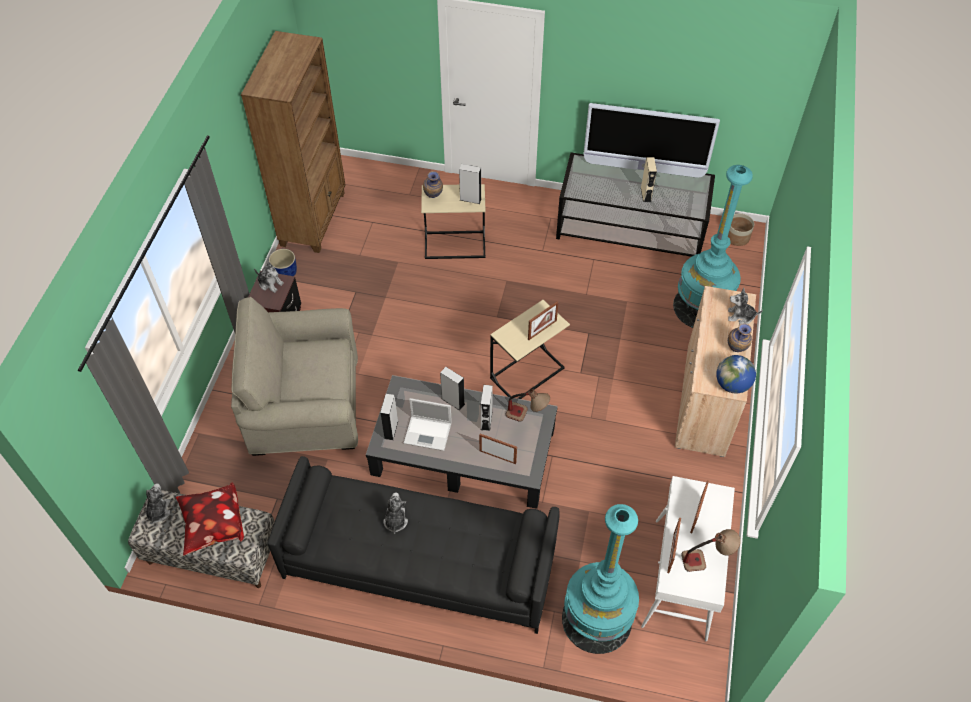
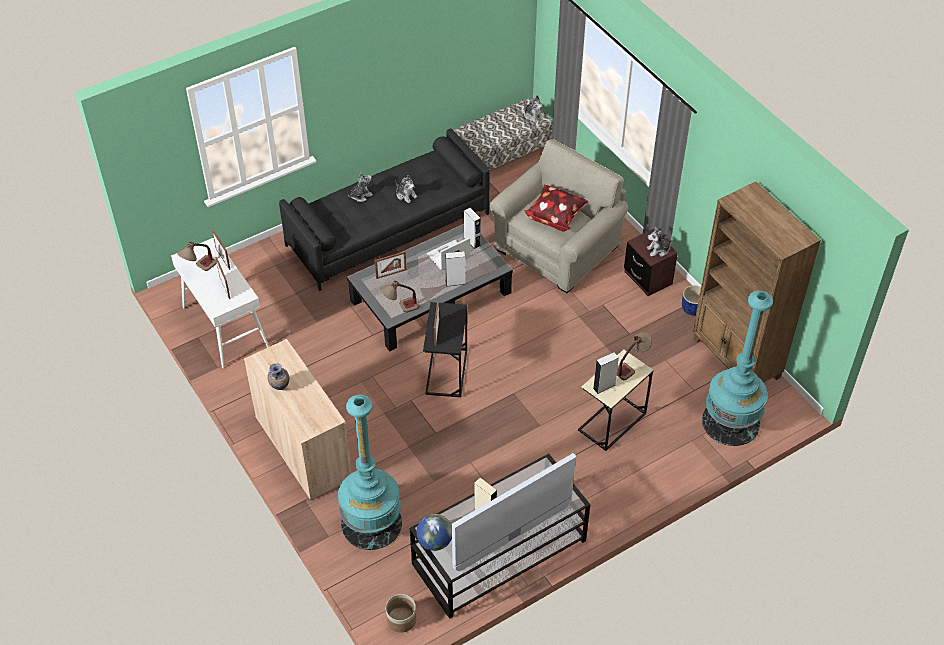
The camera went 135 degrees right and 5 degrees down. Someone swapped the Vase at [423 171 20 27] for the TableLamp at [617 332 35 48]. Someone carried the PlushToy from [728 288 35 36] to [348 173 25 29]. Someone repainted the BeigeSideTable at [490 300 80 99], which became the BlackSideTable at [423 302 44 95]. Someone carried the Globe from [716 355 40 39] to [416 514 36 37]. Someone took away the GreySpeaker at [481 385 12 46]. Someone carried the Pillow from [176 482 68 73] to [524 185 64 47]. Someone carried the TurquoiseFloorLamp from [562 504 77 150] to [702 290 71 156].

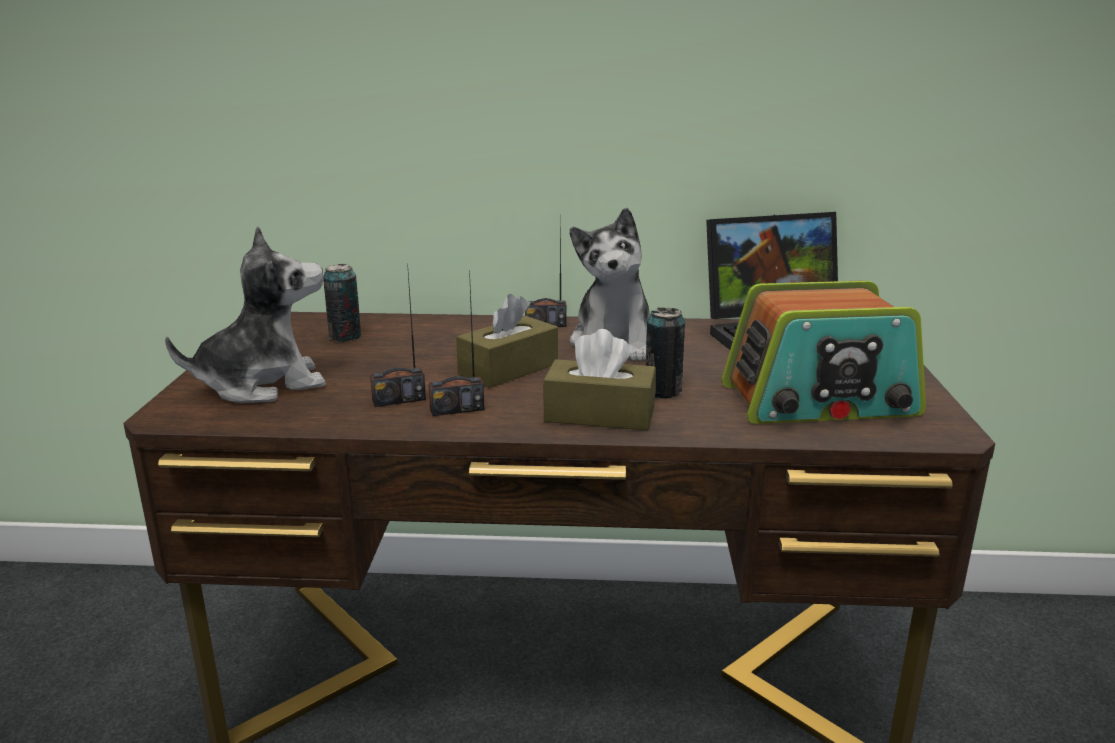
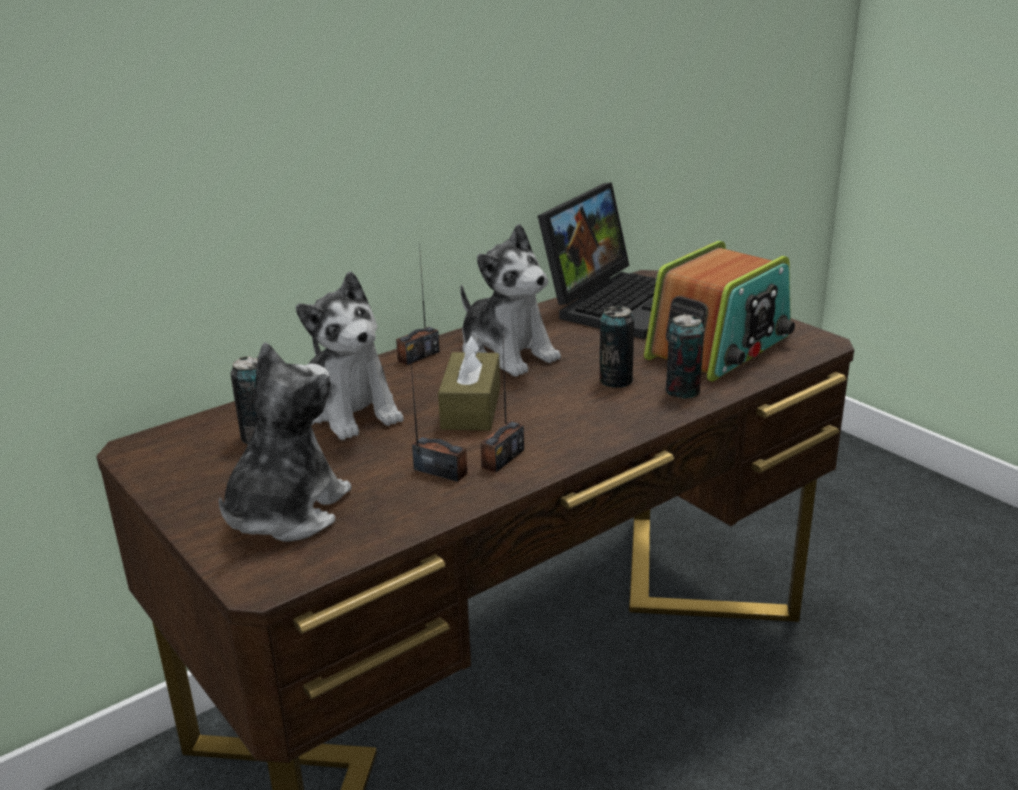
The camera went 40 degrees left and 5 degrees up. Someone rotated the Radio at [370 264 56 143] by 90 degrees counterclockwise. Someone took away the BrownTissueBox at [543 329 113 101]. Someone put down the PlushToy at [296 271 108 169]. Someone put down the Can at [665 314 39 85].

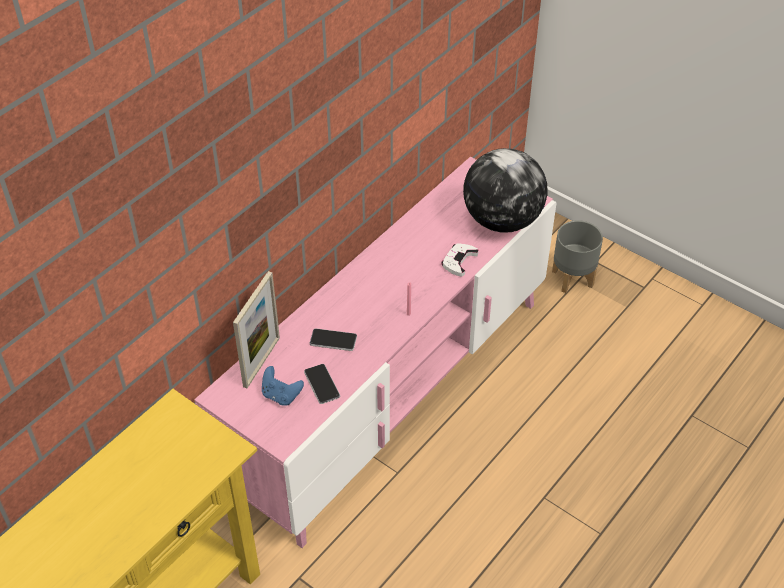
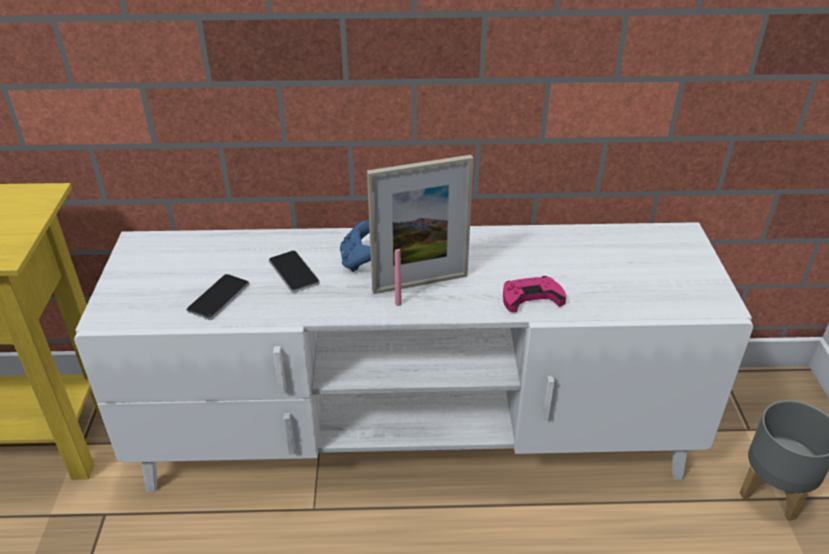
The camera went 50 degrees right and 10 degrees down. Someone took away the Globe at [463 148 84 85]. Someone repainted the PinkTvStand at [194 157 363 391], which became the WhiteTvStand at [74 222 679 270]. Someone repainted the WhiteGameController at [441 244 38 32], which became the PinkGameController at [503 276 63 36]. Someone carried the PictureFrame from [233 271 47 117] to [367 155 106 139]. Someone carried the BlueGameController from [262 366 42 40] to [340 220 31 52].

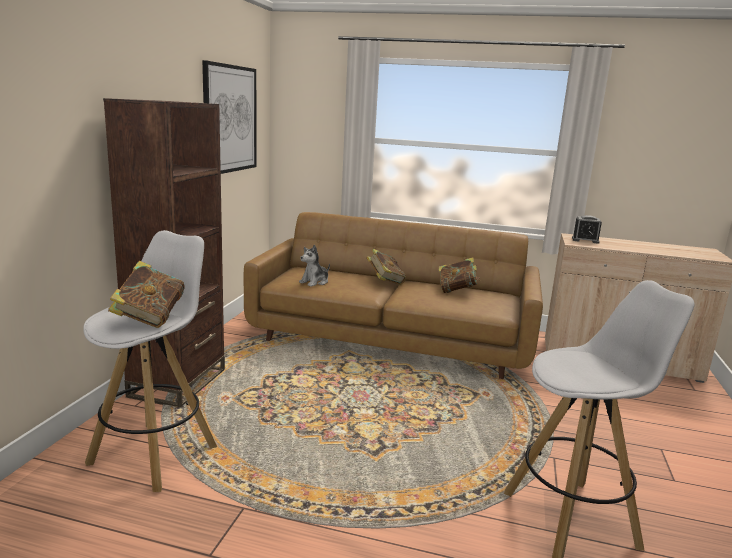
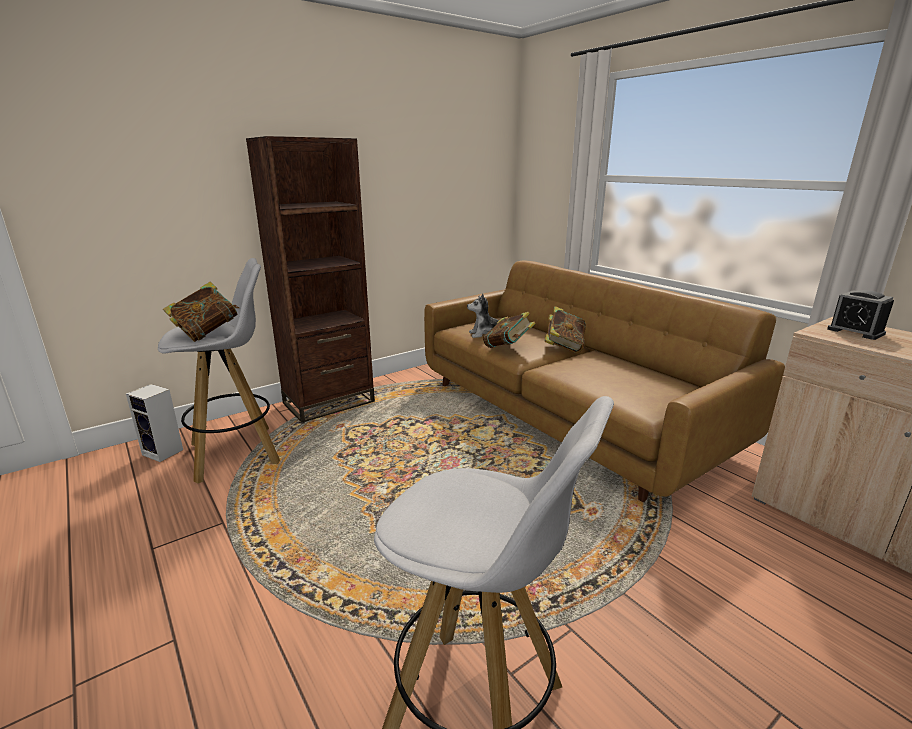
The camera went 40 degrees right and 5 degrees up. Someone took away the Picture at [202 60 54 114]. Someone carried the Book from [439 257 41 36] to [483 312 53 36]. Someone put down the Speaker at [126 384 57 78].

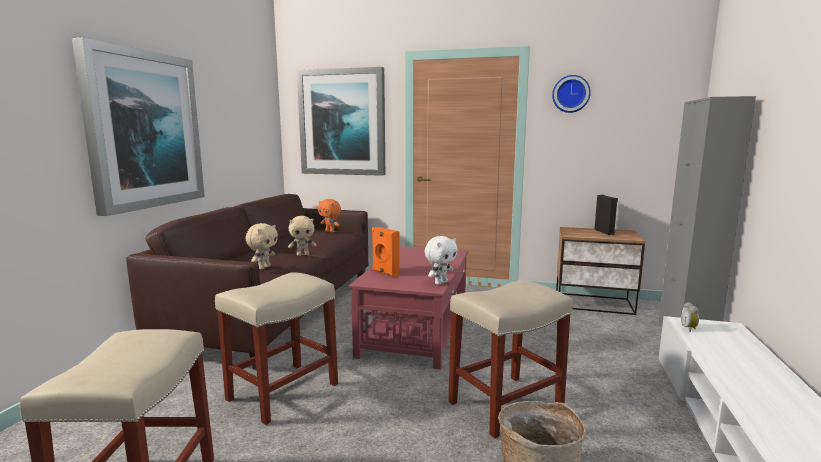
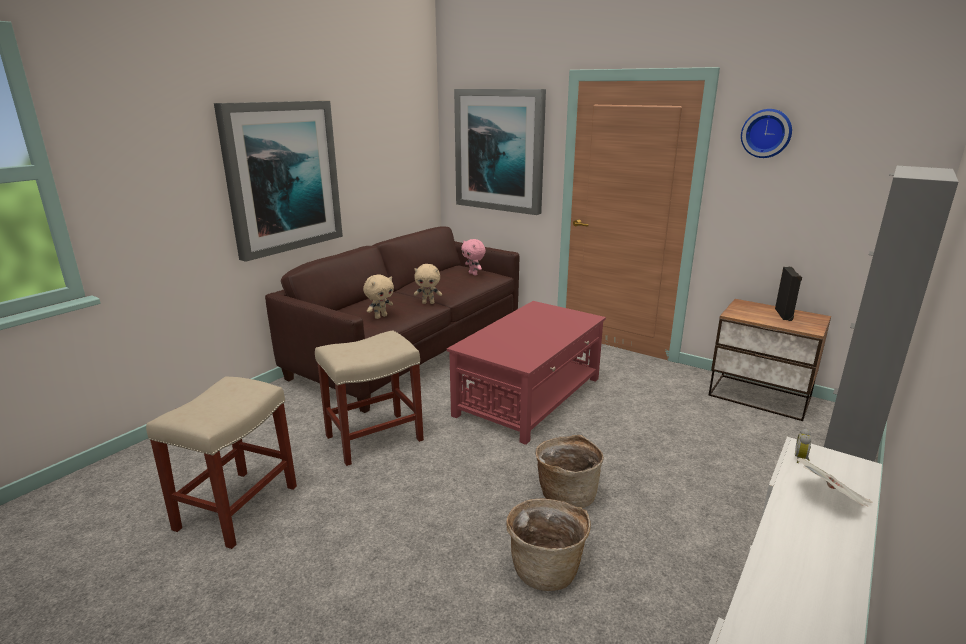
The camera went 20 degrees right and 10 degrees up. Someone repainted the OrangePlushToy at [318 199 23 34], which became the PinkPlushToy at [461 239 25 37]. Someone took away the OrangeSpeaker at [372 227 28 50]. Someone took away the WhitePlushToy at [425 236 33 49]. Someone swapped the BeigeStool at [448 280 125 158] for the Basket at [536 435 68 73]. Someone put down the Newspaper at [797 458 75 49].

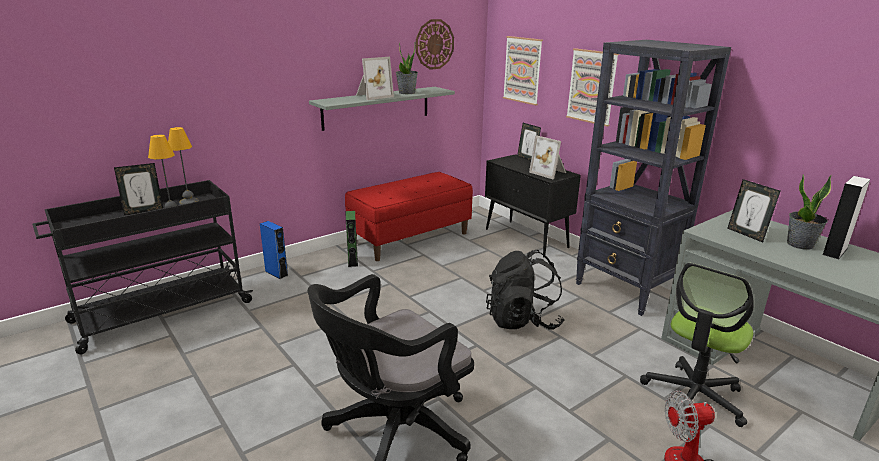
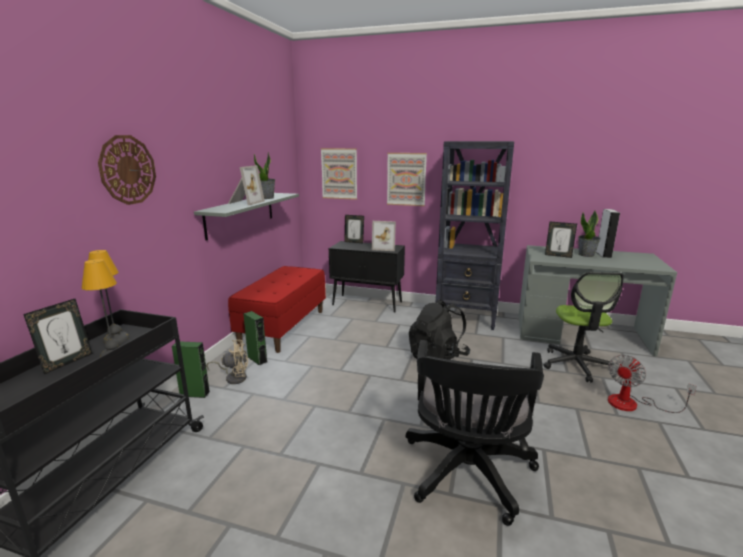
The camera went 35 degrees left and 5 degrees down. Someone carried the WallClock from [416 19 38 51] to [98 135 58 70]. Someone repainted the BlueSpeaker at [260 221 28 58], which became the GreenSpeaker at [172 342 38 56]. Someone put down the BeigeFan at [206 339 42 45].

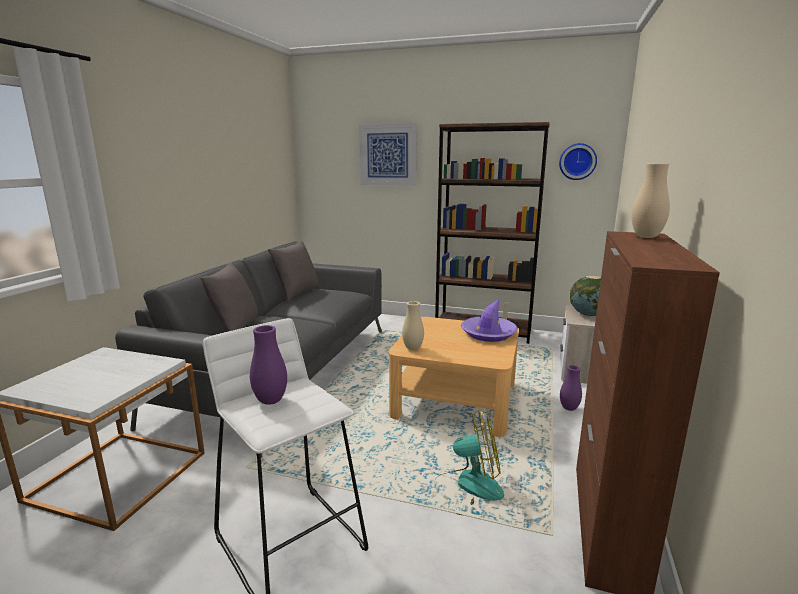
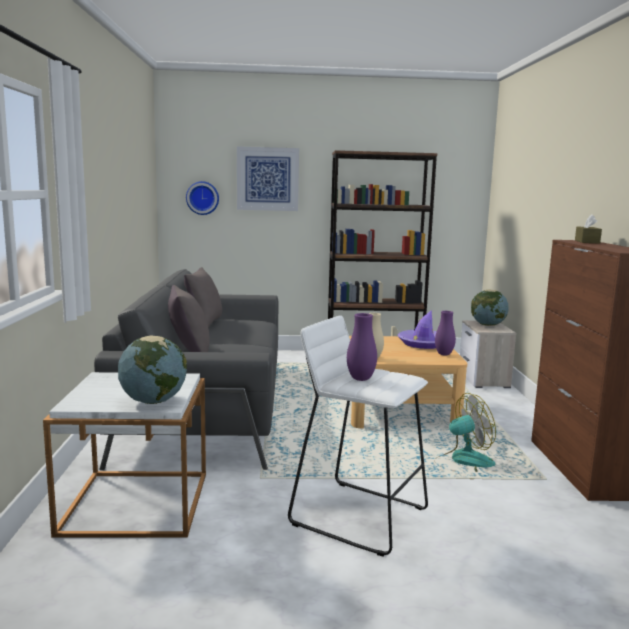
The camera went 20 degrees left and 5 degrees down. Someone carried the WallClock from [559 143 38 37] to [186 181 33 34]. Someone swapped the BeigeVase at [632 163 38 75] for the BrownTissueBox at [575 214 27 30]. Someone carried the PurpleVase from [560 365 22 46] to [435 311 21 45]. Someone put down the Globe at [118 336 69 68].

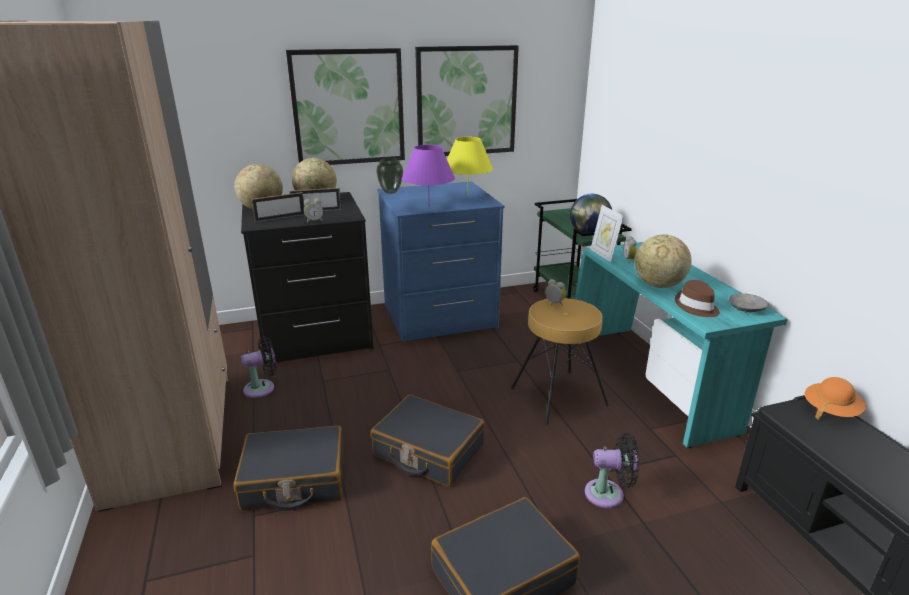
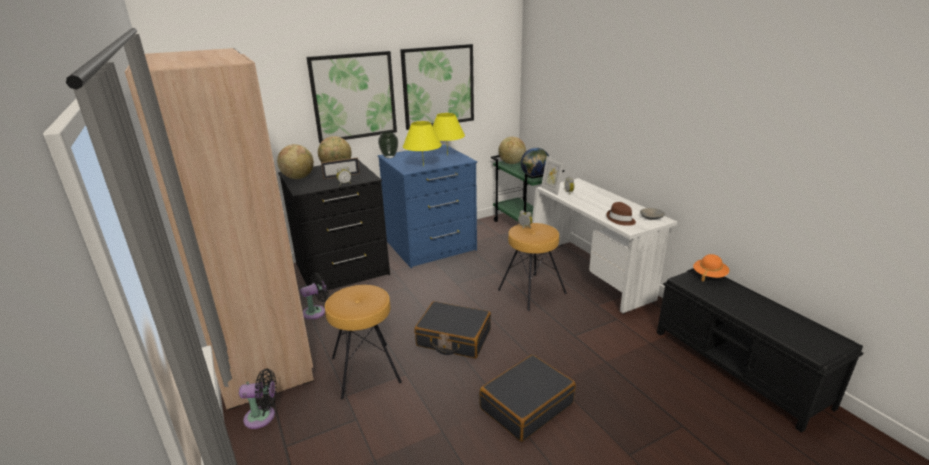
The camera went 10 degrees left and 0 degrees up. Someone repainted the PurpleTableLamp at [402 145 53 57], which became the YellowTableLamp at [403 121 39 45]. Someone took away the PictureFrame at [251 192 54 30]. Someone carried the Globe from [635 234 57 54] to [498 137 28 27]. Someone repainted the TurquoiseDesk at [575 242 213 206], which became the WhiteDesk at [532 178 145 136]. Someone swapped the BlackSuitcase at [234 425 110 86] for the BrownStool at [325 285 77 114]. Someone carried the BlackFan from [585 433 54 75] to [239 369 38 60].

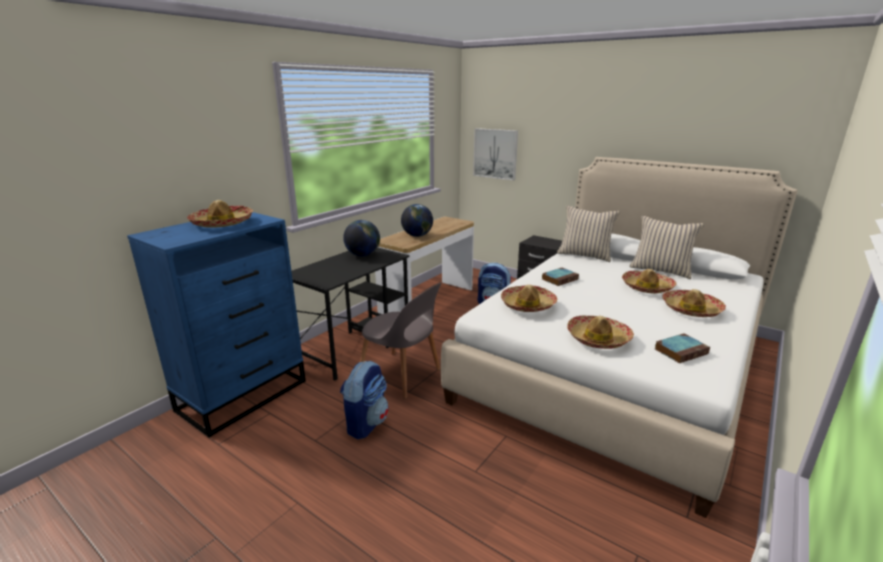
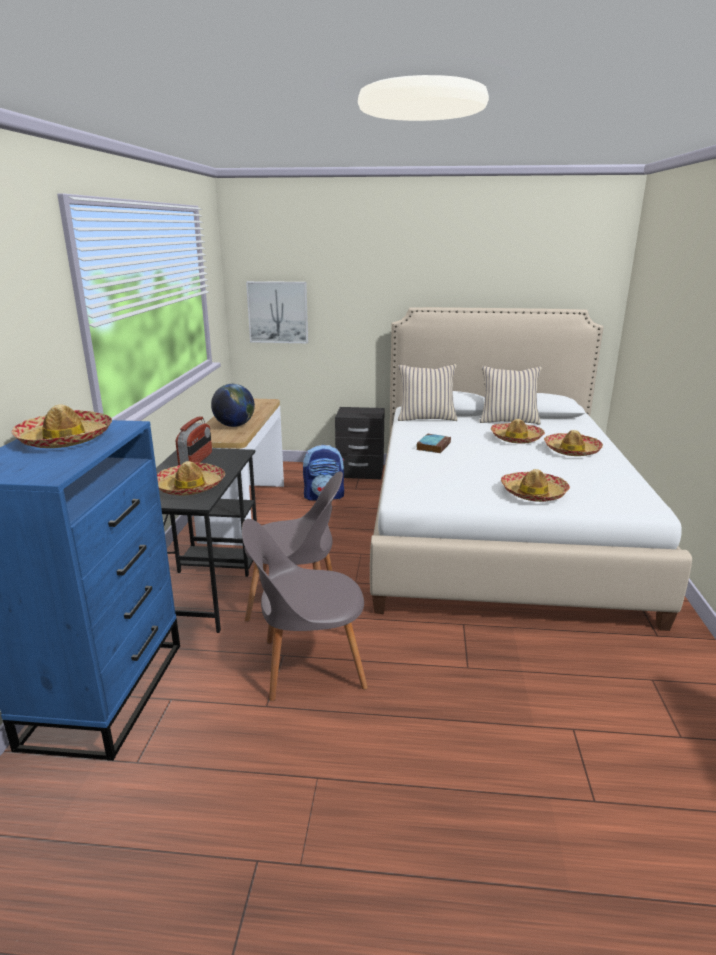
The camera went 30 degrees left and 0 degrees up. Someone swapped the Globe at [343 220 37 37] for the Radio at [176 416 36 49]. Someone carried the Hat from [501 285 56 27] to [157 461 68 35]. Someone took away the Book at [655 333 55 30]. Someone swapped the Backpack at [340 361 49 78] for the GreyChair at [242 519 126 182].

